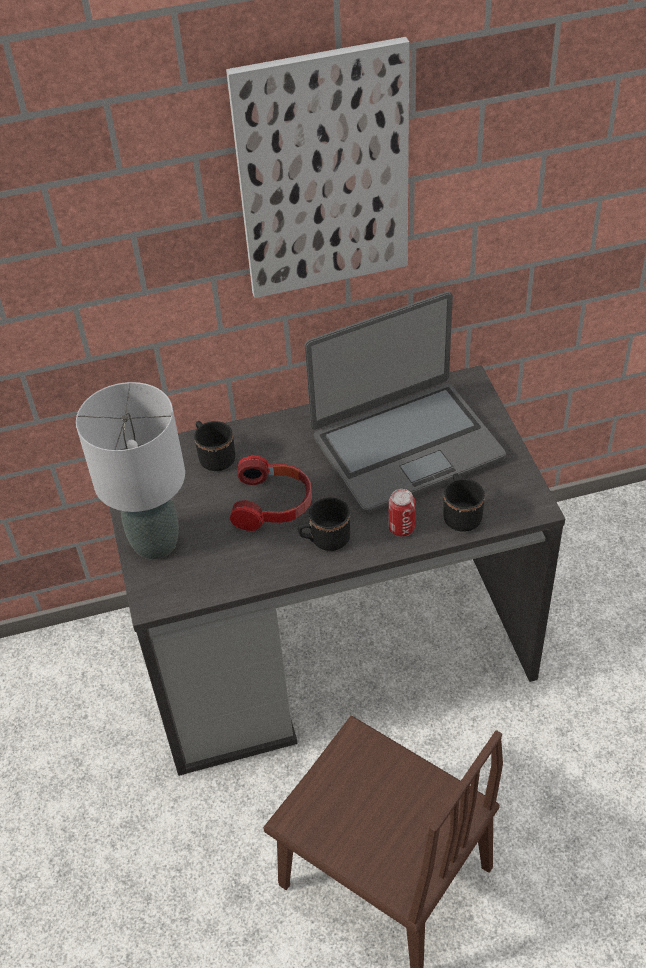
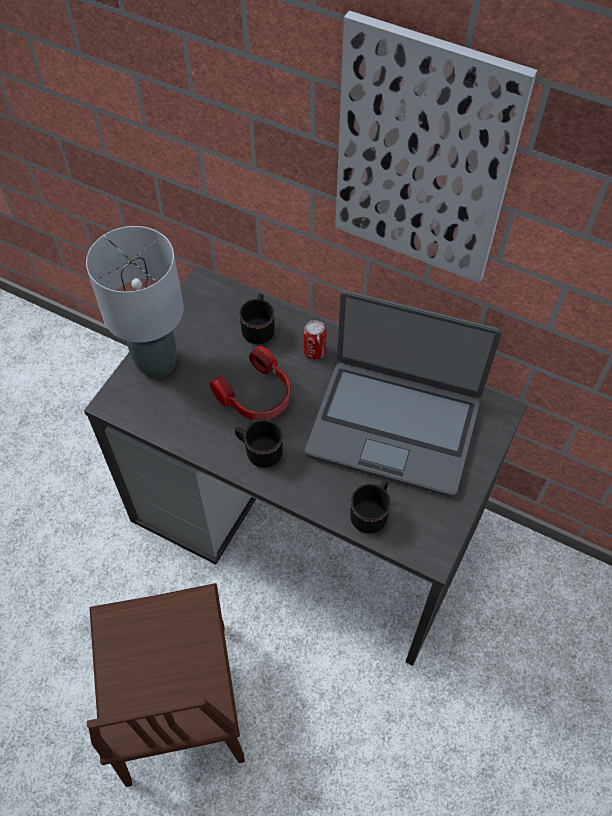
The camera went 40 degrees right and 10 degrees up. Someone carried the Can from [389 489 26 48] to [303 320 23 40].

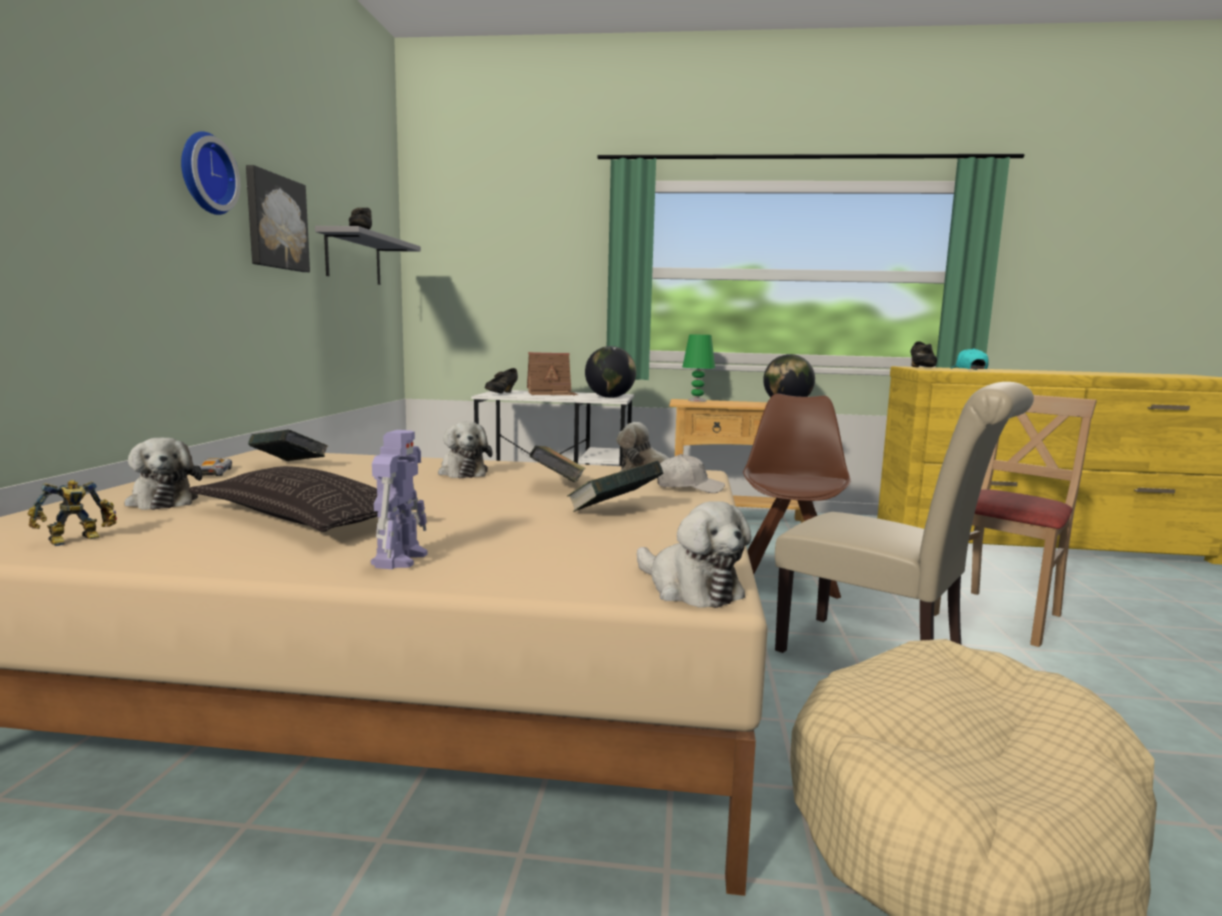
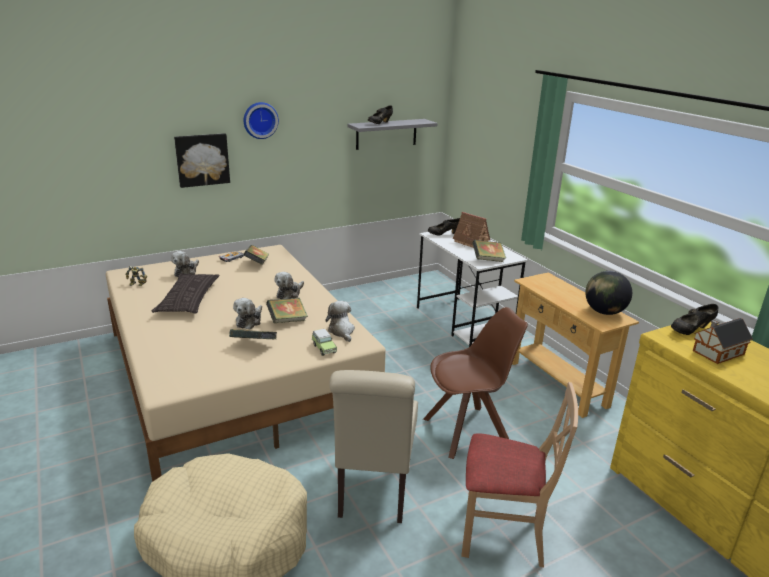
The camera went 55 degrees right and 15 degrees up. Someone carried the Picture from [246 165 64 107] to [174 133 56 55]. Someone took away the GreenTableLamp at [682 334 33 68]. Someone swapped the Globe at [585 346 51 52] for the Book at [472 240 34 22]. Someone swapped the TurquoiseCap at [951 348 38 22] for the ToyHouse at [693 318 60 46]. Someone took away the ToyRobot at [371 430 57 139]. Someone swapped the WhiteCap at [657 454 68 39] for the ToyCar at [312 329 25 27]. Someone carried the PlushToy from [637 501 114 107] to [233 298 29 31].

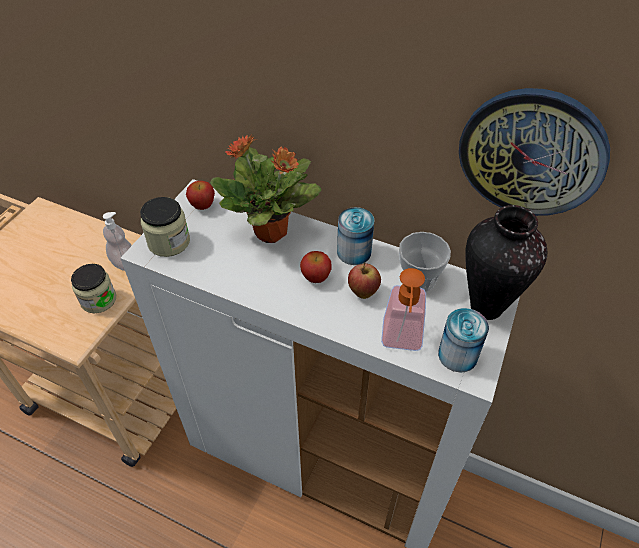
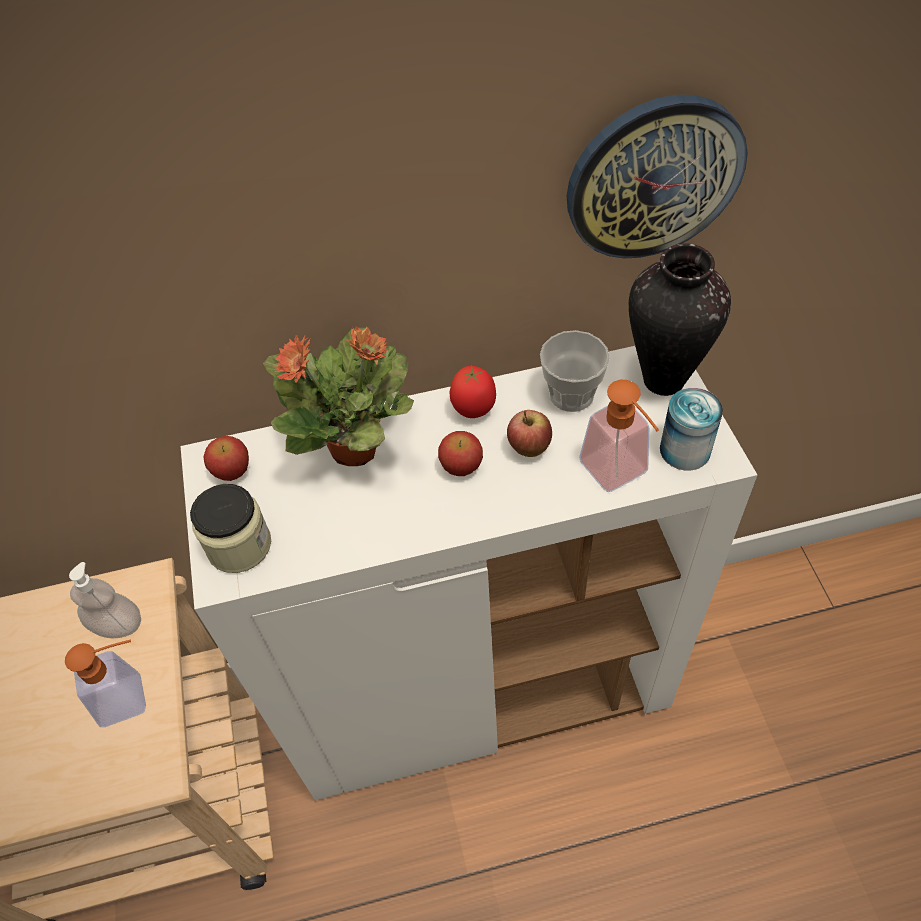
The camera went 35 degrees left and 5 degrees up. Someone swapped the Can at [337 207 37 58] for the Tomato at [449 365 47 53]. Someone swapped the Jar at [71 264 45 49] for the SoapDispenser at [65 639 81 88].

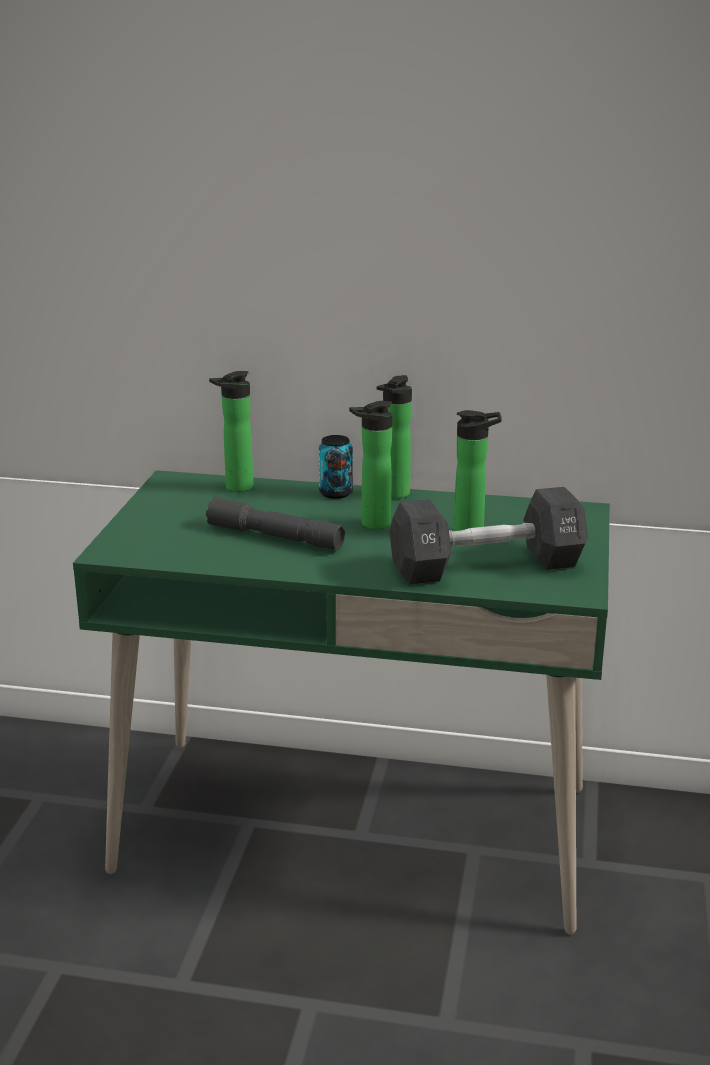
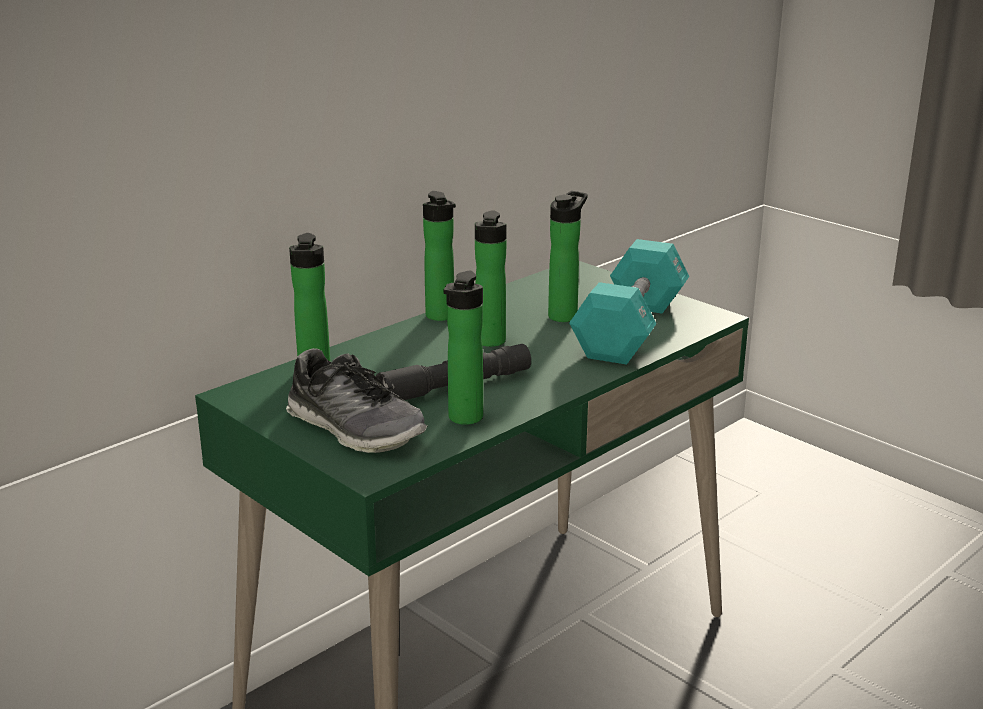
The camera went 55 degrees left and 0 degrees up. Someone took away the Can at [319 435 34 64]. Someone repainted the BlackDumbbell at [389 487 199 98], which became the TurquoiseDumbbell at [569 239 120 126]. Someone put down the Bottle at [443 271 40 154]. Someone put down the Shoe at [286 348 141 105].

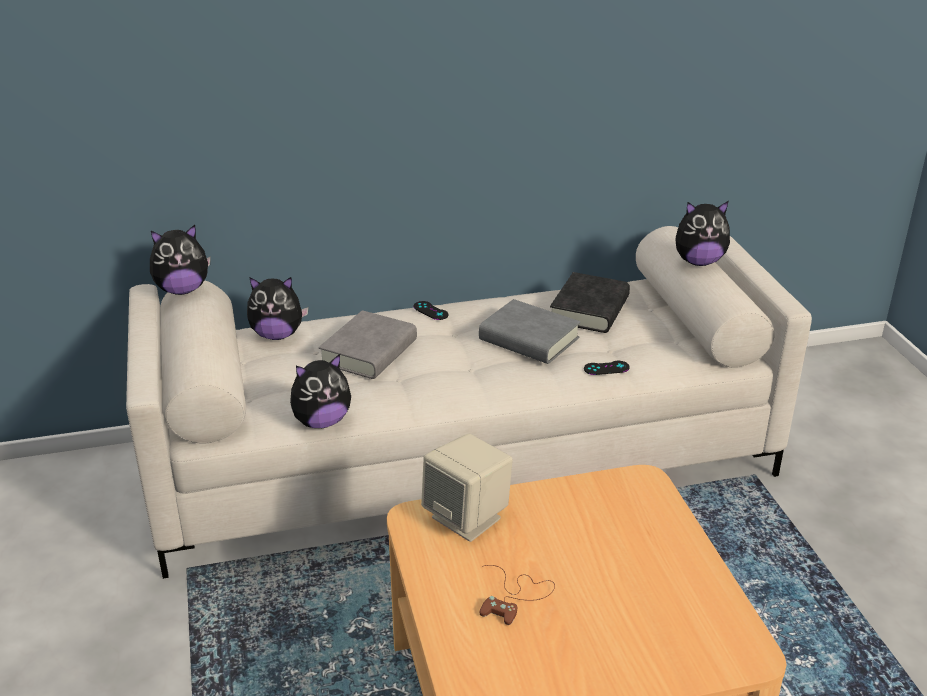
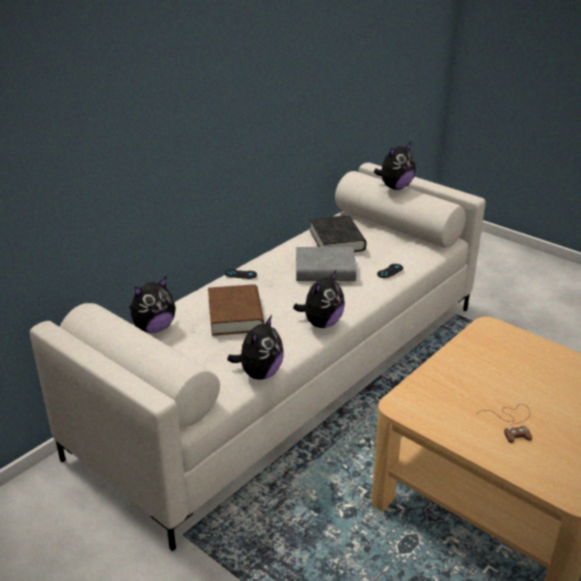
The camera went 35 degrees left and 0 degrees up. Someone carried the PlushToy from [150 225 61 70] to [293 270 52 58]. Someone repainted the GreyBook at [319 310 98 69], which became the BrownBook at [208 284 56 52]. Someone took away the BeigeSpeaker at [421 434 92 108].

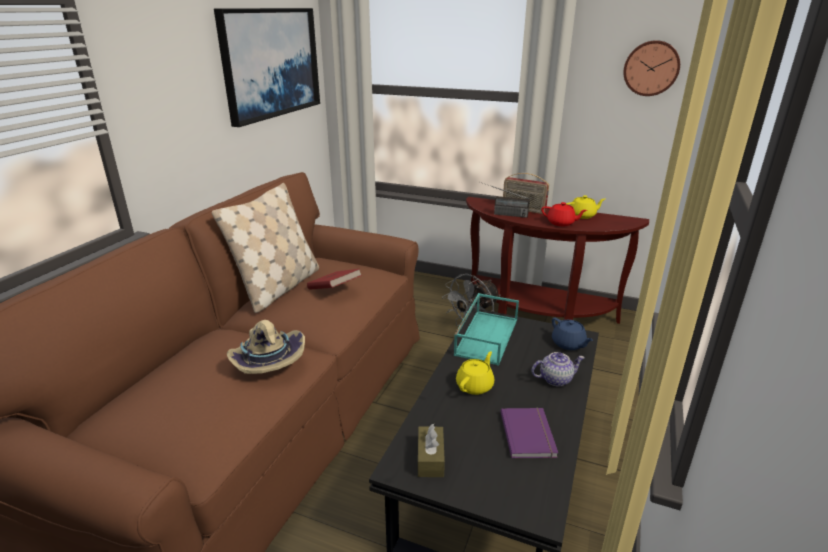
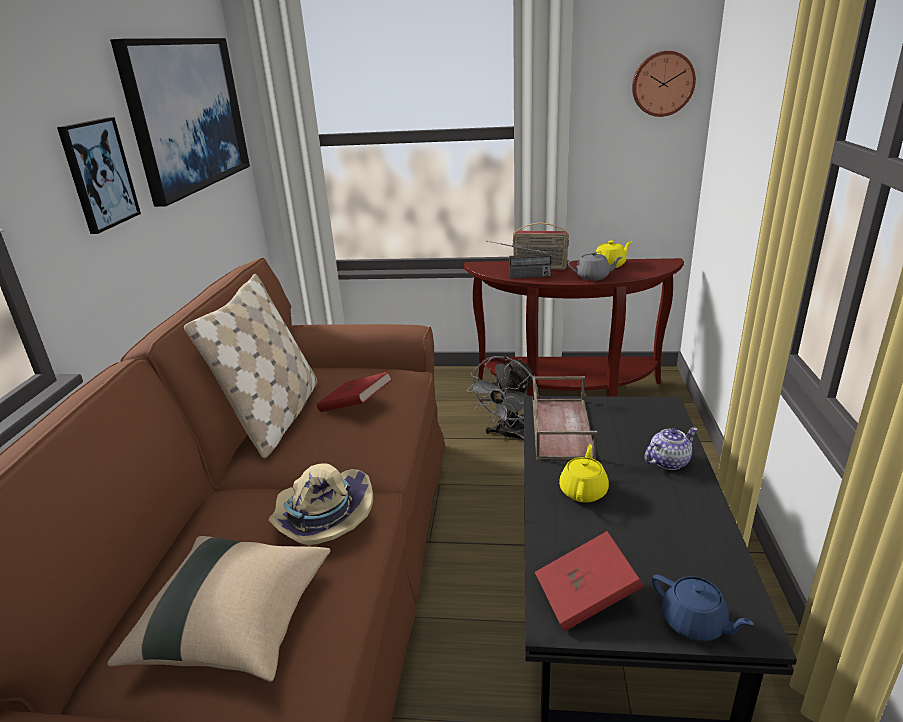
The camera went 15 degrees left and 0 degrees up. Someone repainted the RedTeapot at [541 202 46 24], which became the GreyTeapot at [568 251 55 30]. Someone repainted the TurquoiseTray at [454 293 65 73], which became the BrownTray at [533 376 65 84]. Someone carried the BlueTeapot from [552 318 41 32] to [652 574 102 67]. Someone took away the PurpleBook at [500 408 58 50]. Someone swapped the BrownTissueBox at [418 424 27 53] for the RedBook at [535 531 108 100]. Someone put up the Picture at [57 117 84 117]. Someone put down the BeigePillow at [107 536 224 146].

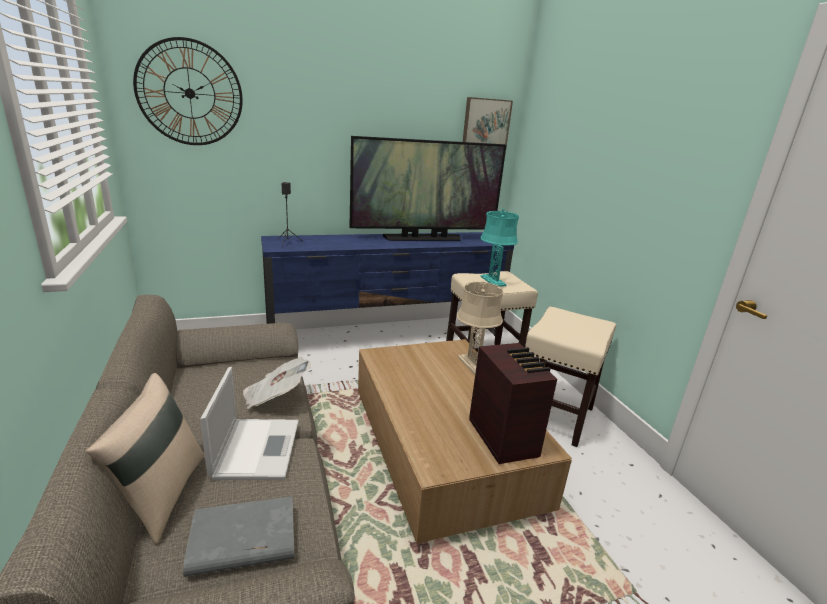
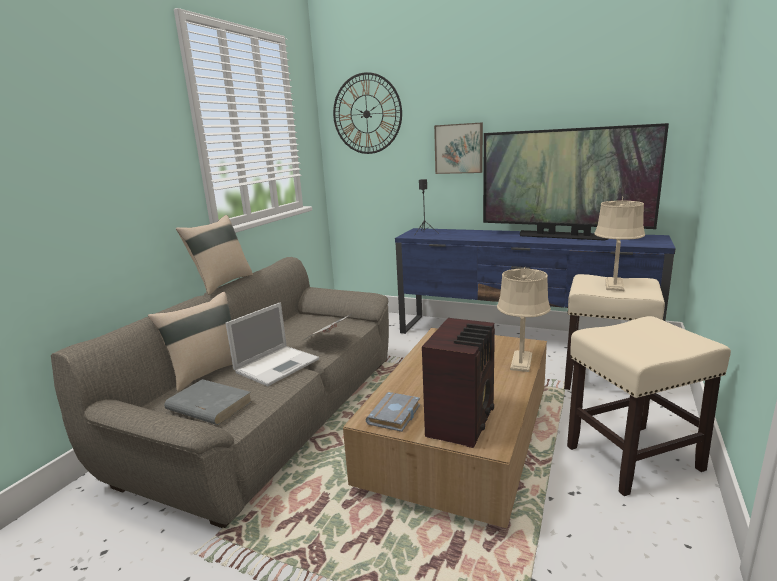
The camera went 45 degrees right and 5 degrees down. Someone carried the Picture from [463 97 50 50] to [434 123 49 51]. Someone repainted the TurquoiseTableLamp at [480 209 39 78], which became the BeigeTableLamp at [594 197 51 94]. Someone put down the BeigePillow at [176 215 77 80]. Someone put down the GreyBook at [366 392 54 40].

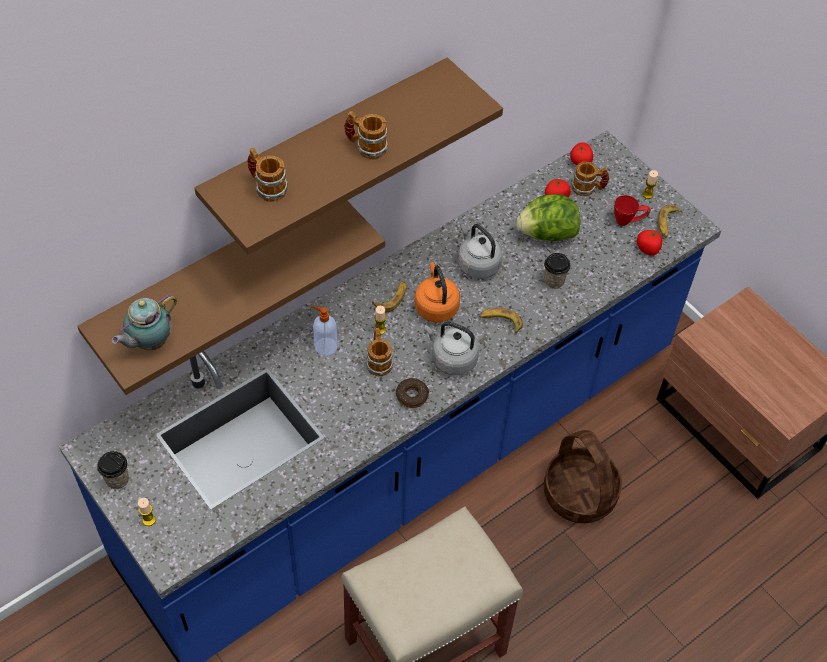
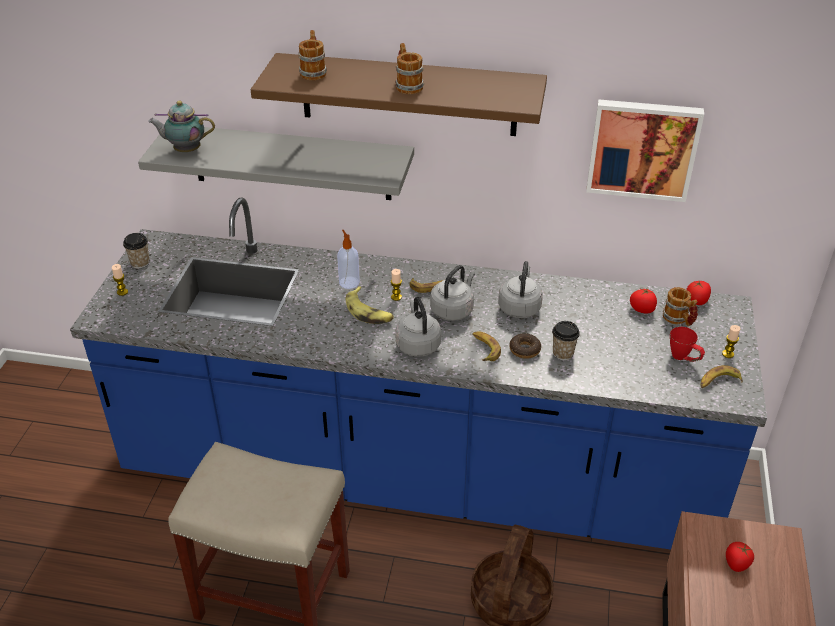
The camera went 50 degrees right and 15 degrees down. Someone took away the Lettuce at [517 194 63 47]. Someone repainted the BrownShelf at [77 201 308 194], which became the GreyShelf at [138 127 276 73]. Someone carried the Tomato from [637 230 25 26] to [726 542 28 30]. Someone repainted the OrangeKettle at [415 262 45 61], which became the GreyKettle at [430 265 45 56]. Someone swapped the Mug at [366 328 27 49] for the Banana at [346 286 48 38]. Someone carried the Donut from [396 378 33 30] to [509 333 32 26]. Someone put up the Picture at [586 99 118 103].

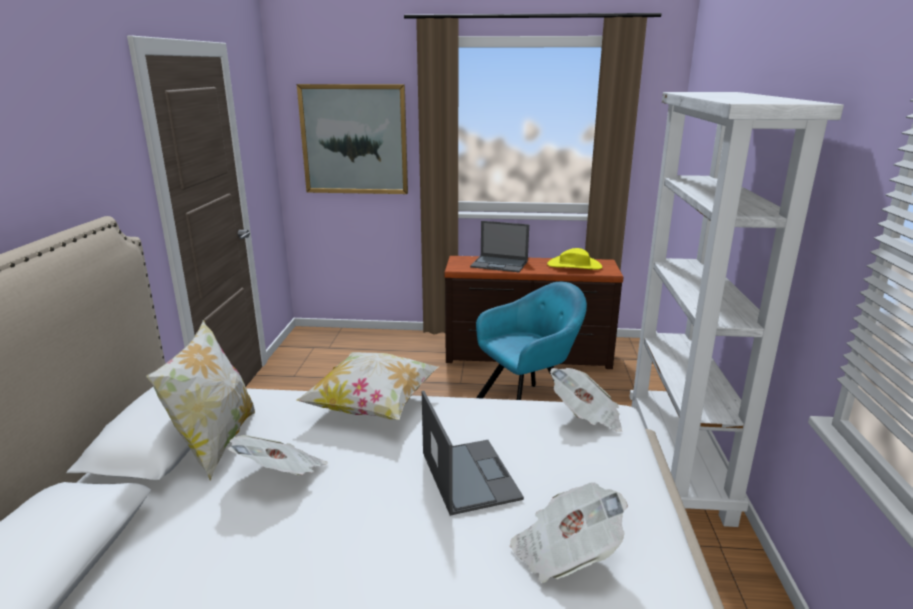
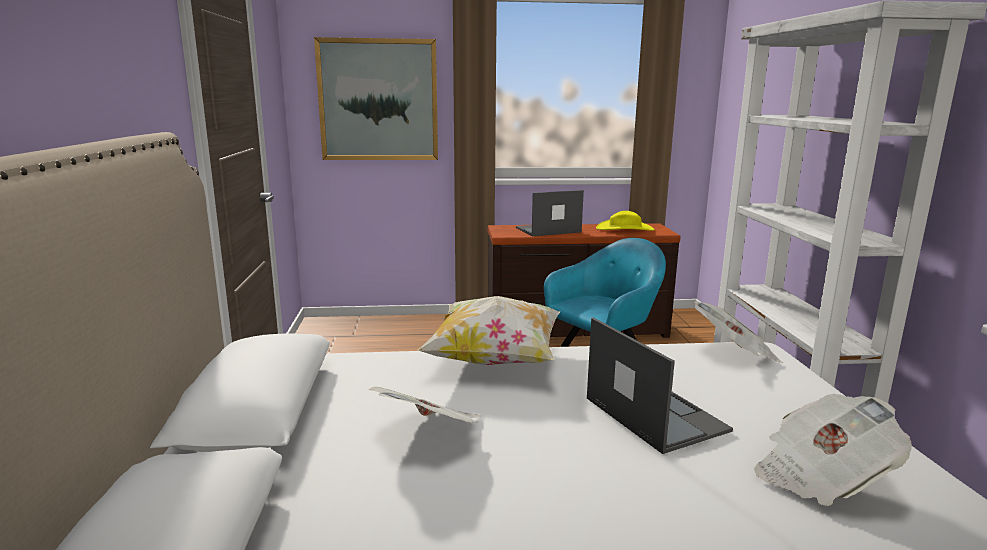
The camera went 10 degrees left and 5 degrees down. Someone rotated the Laptop at [470 221 59 51] by 150 degrees clockwise. Someone took away the Pillow at [146 320 109 161].

